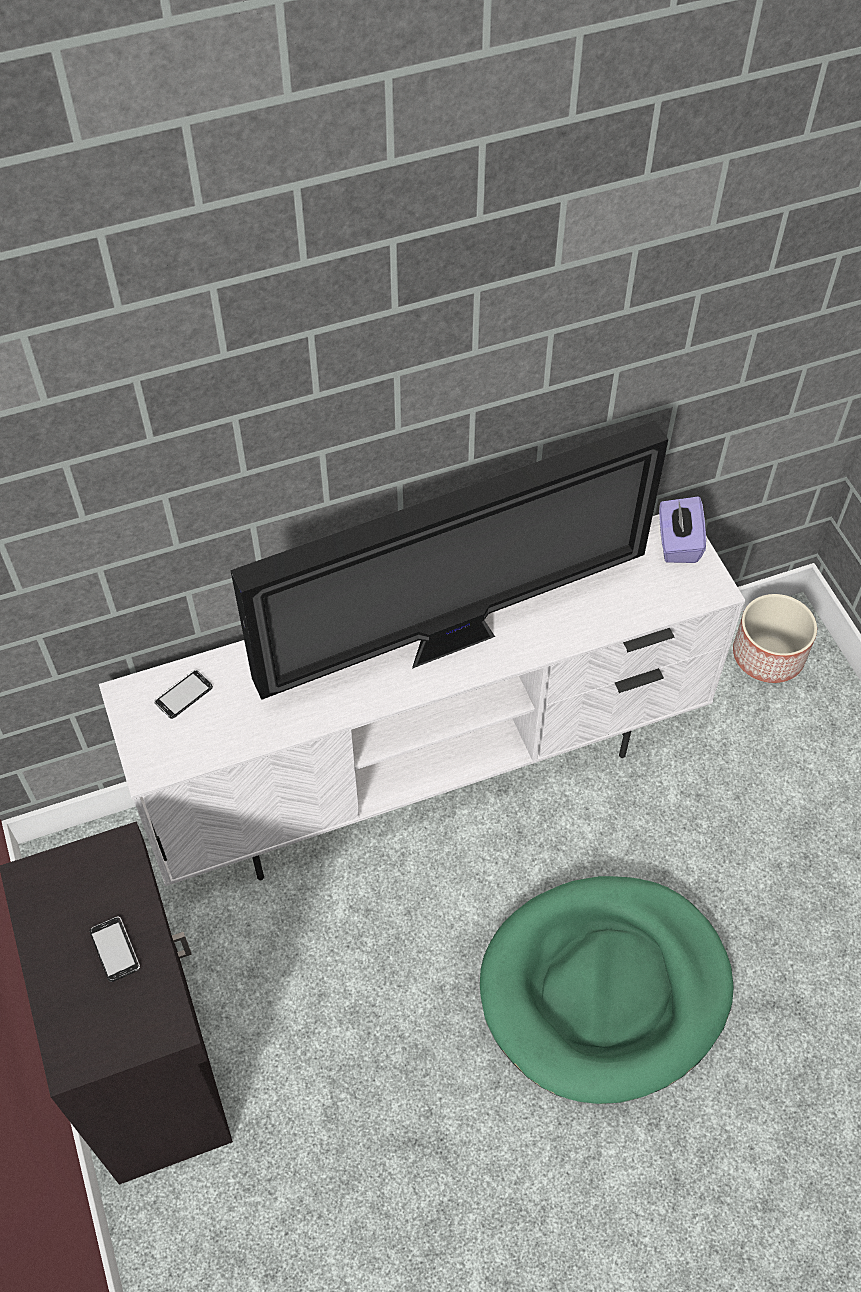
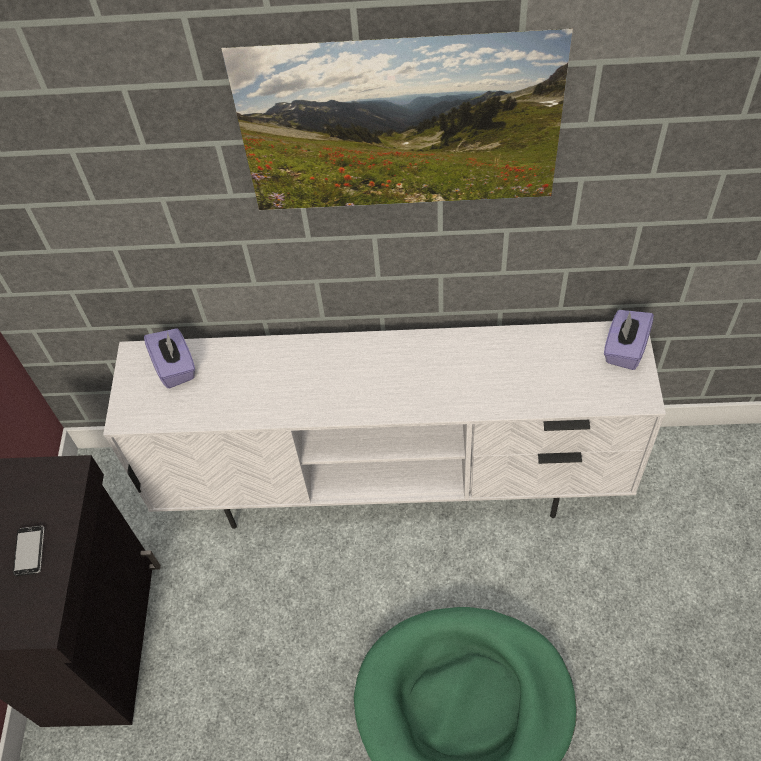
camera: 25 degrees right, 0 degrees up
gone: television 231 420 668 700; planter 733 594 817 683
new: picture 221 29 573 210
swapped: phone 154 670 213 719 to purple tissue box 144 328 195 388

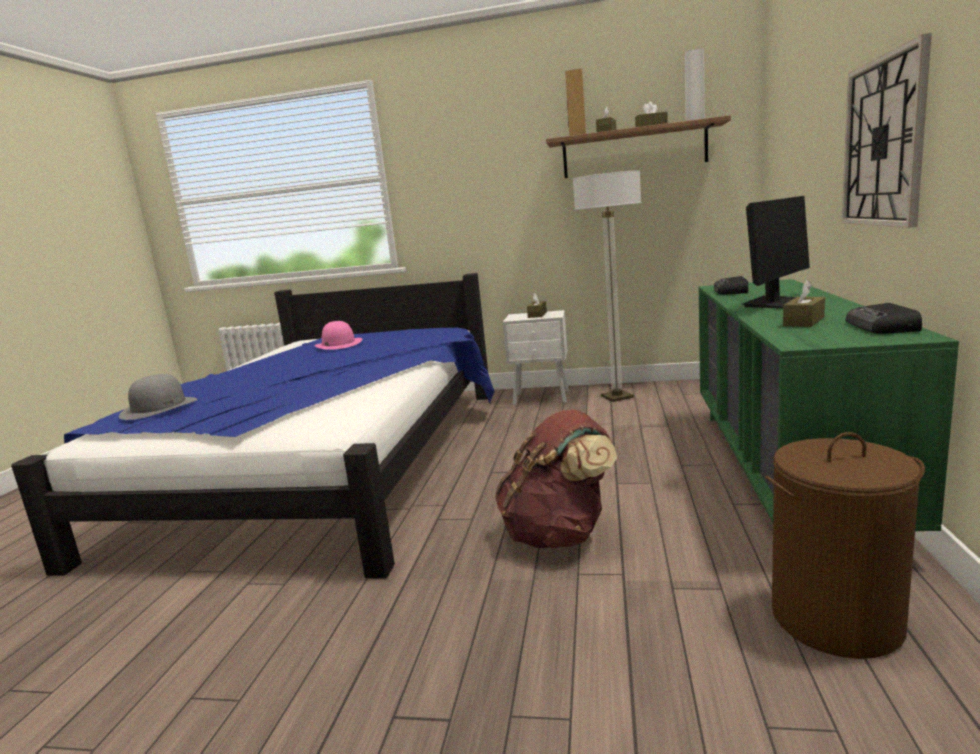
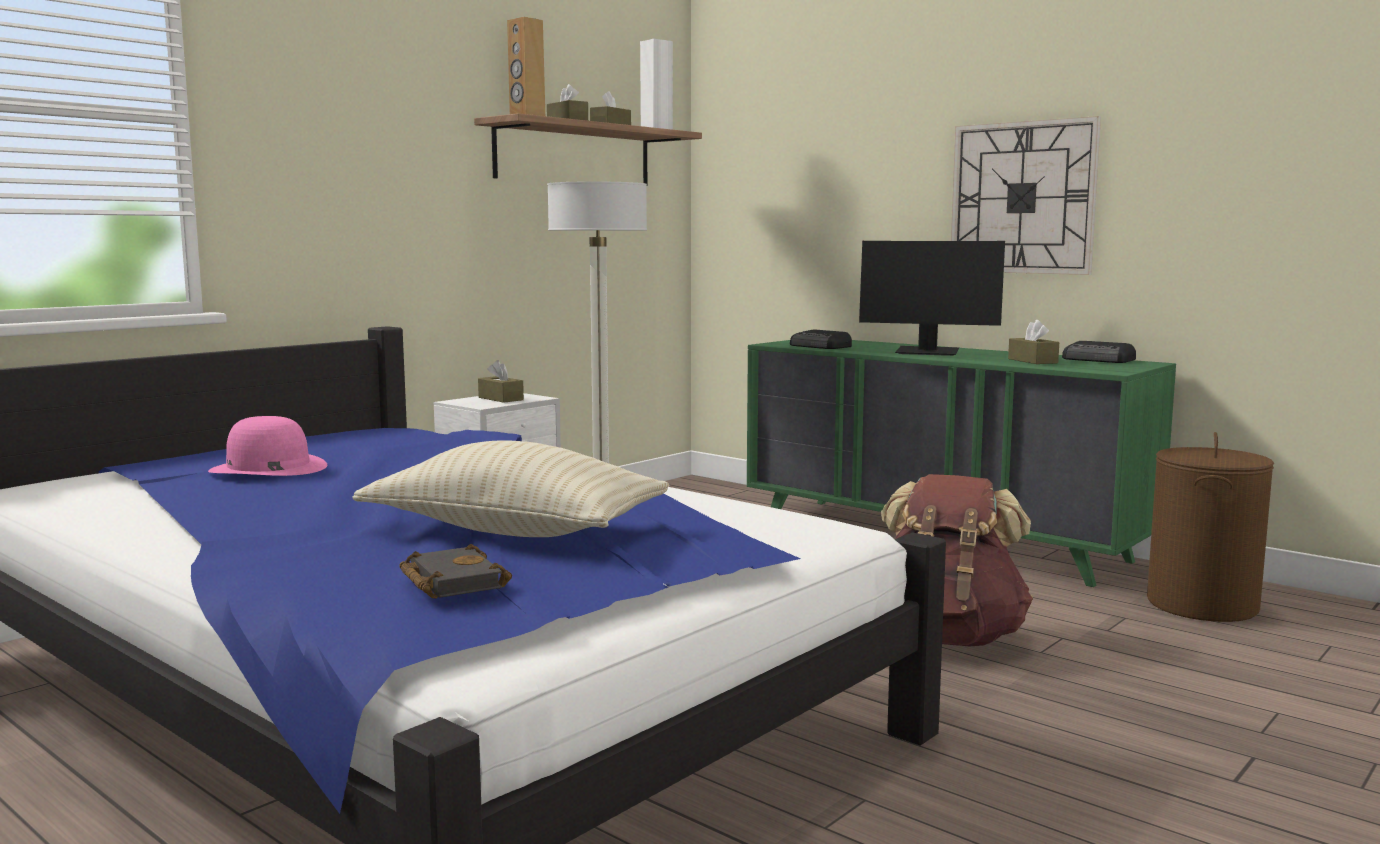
camera: 60 degrees left, 5 degrees down
new: beige pillow 353 440 669 537
swapped: grey hat 119 374 197 420 to black book 399 544 512 599
rotated: monitor 742 196 810 308 = 859 241 1005 356 120 degrees clockwise

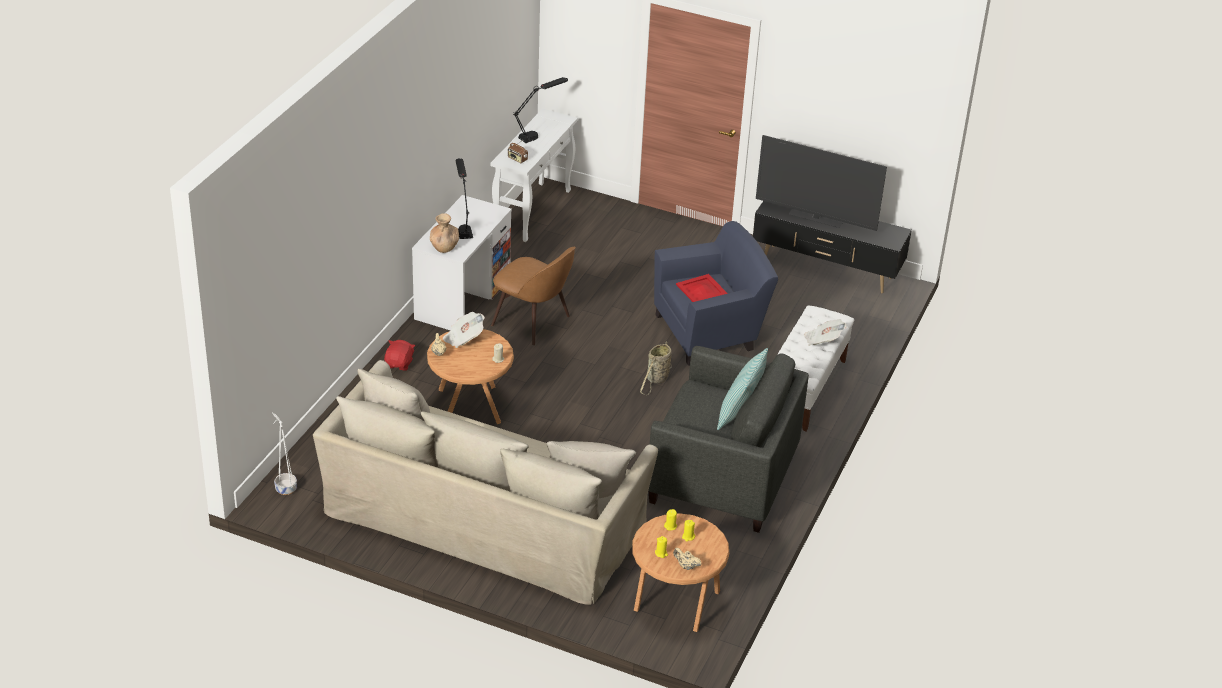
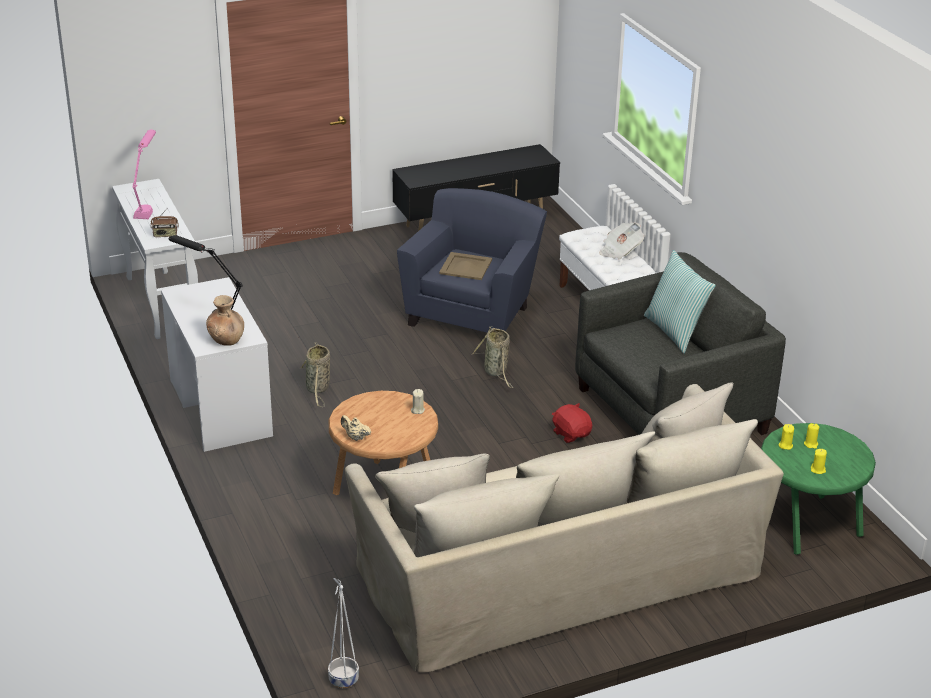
camera: 45 degrees left, 5 degrees down
gone: newspaper 443 312 485 348; beige teapot 673 548 702 570; television 756 135 887 231
shifted: red plush toy 384 340 415 371 to 552 403 592 443
swapped: brown chair 491 246 576 345 to basket 299 343 330 407
repainted: black table lamp 513 77 568 143 to pink table lamp 133 130 156 219; red tray 676 274 728 302 to beige tray 439 252 492 280; brown side table 632 513 729 632 to green side table 761 423 876 555

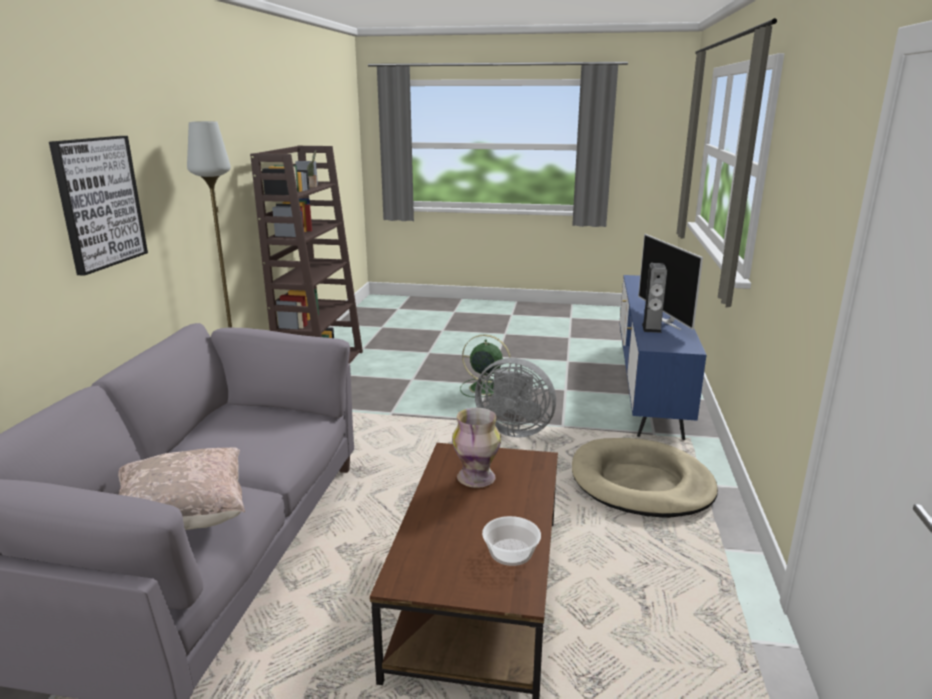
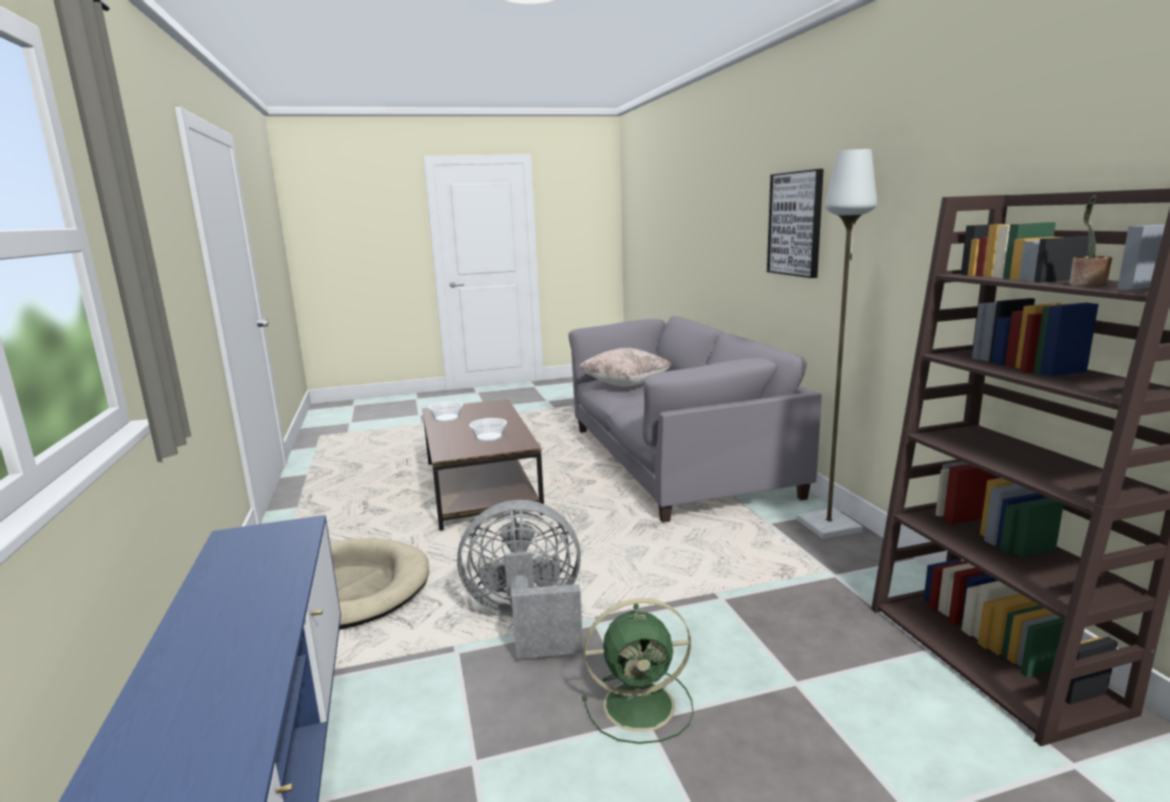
camera: 155 degrees right, 5 degrees down
gone: television 638 234 703 330; speaker 642 263 667 333
swapped: vase 452 408 501 488 to bowl 469 418 507 441

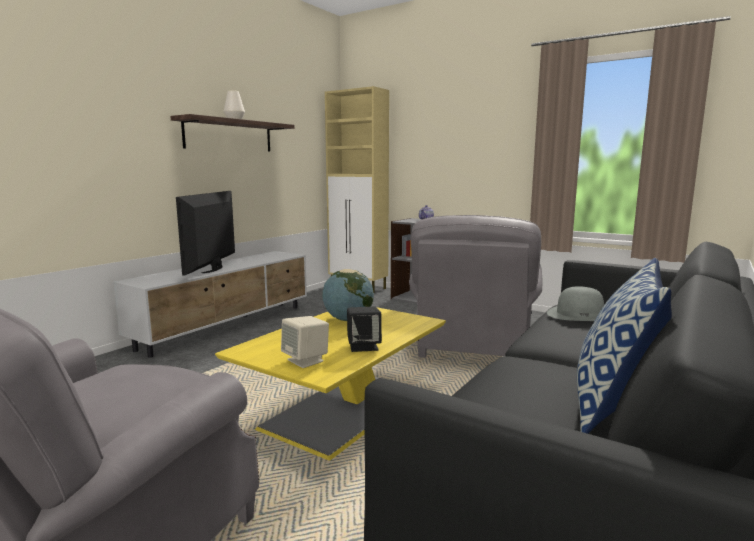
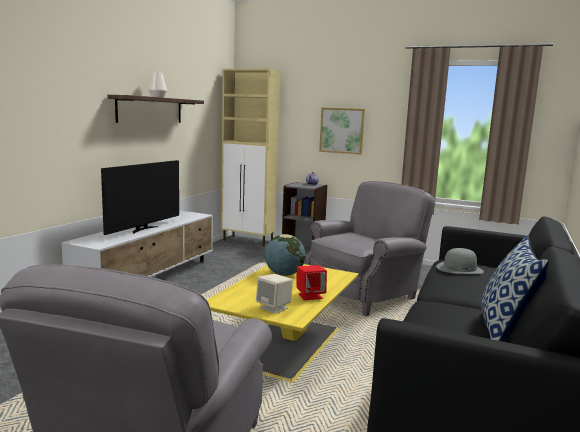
camera: 10 degrees left, 0 degrees up
new: picture 319 108 365 155
repainted: black speaker 347 306 382 352 to red speaker 296 265 327 300
rotated: television 176 191 235 275 = 101 160 179 235 150 degrees counterclockwise; grey armchair 409 215 542 358 = 305 181 435 316 135 degrees counterclockwise

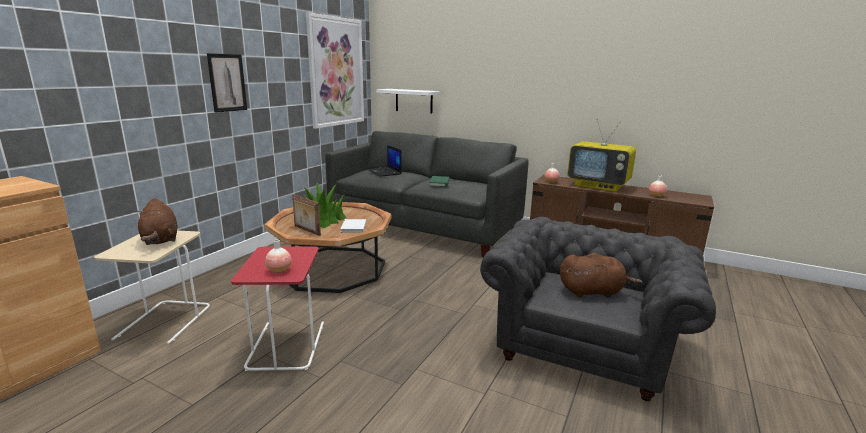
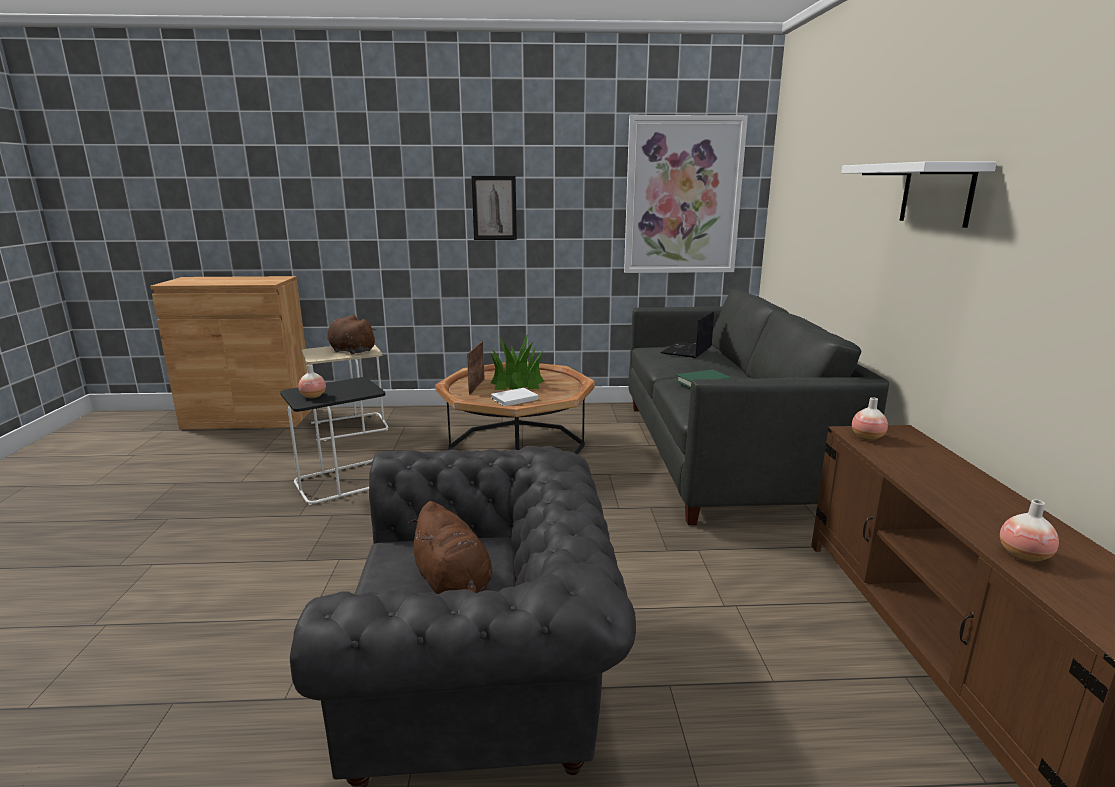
camera: 60 degrees right, 0 degrees up
gone: television 567 119 636 192
shifted: white shelf 376 89 440 114 to 841 161 997 228
repainted: red side table 231 246 324 371 to black side table 280 377 385 505
rotated: brown plush toy 136 198 177 245 = 327 315 377 355 90 degrees clockwise

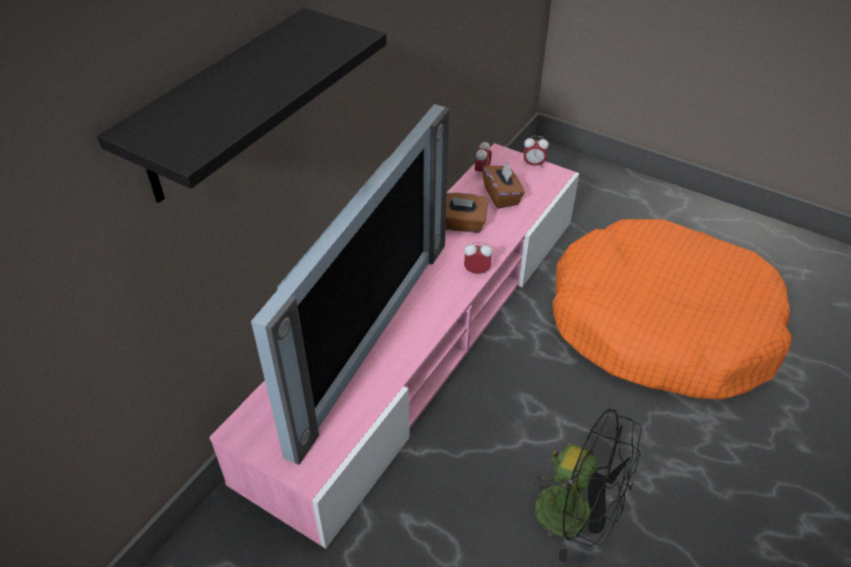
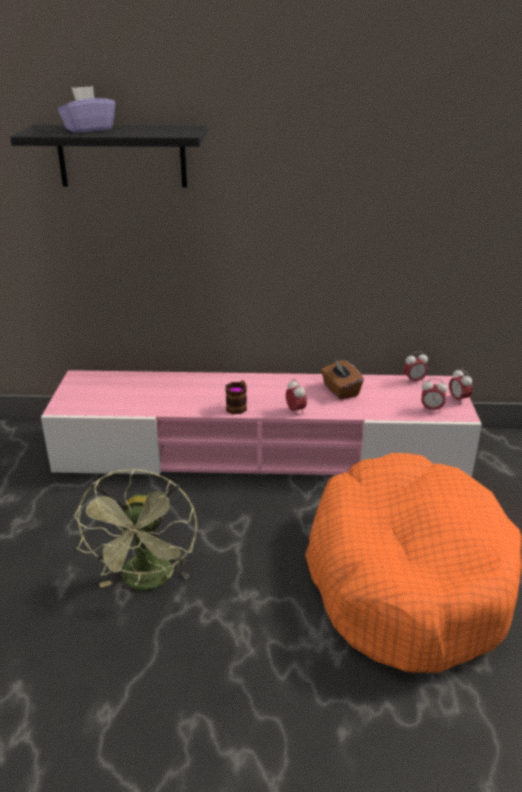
camera: 60 degrees right, 15 degrees down
gone: television 251 104 449 465; brown tissue box 482 161 525 209
new: purple tissue box 58 86 115 133; mug 226 380 247 414; alarm clock 421 378 448 413
repainted: black fan 528 407 642 562 to green fan 74 468 197 590

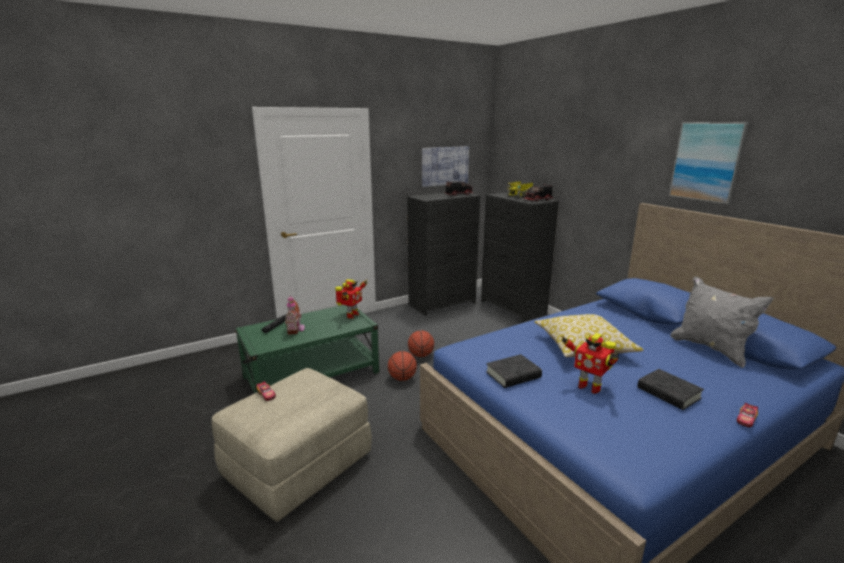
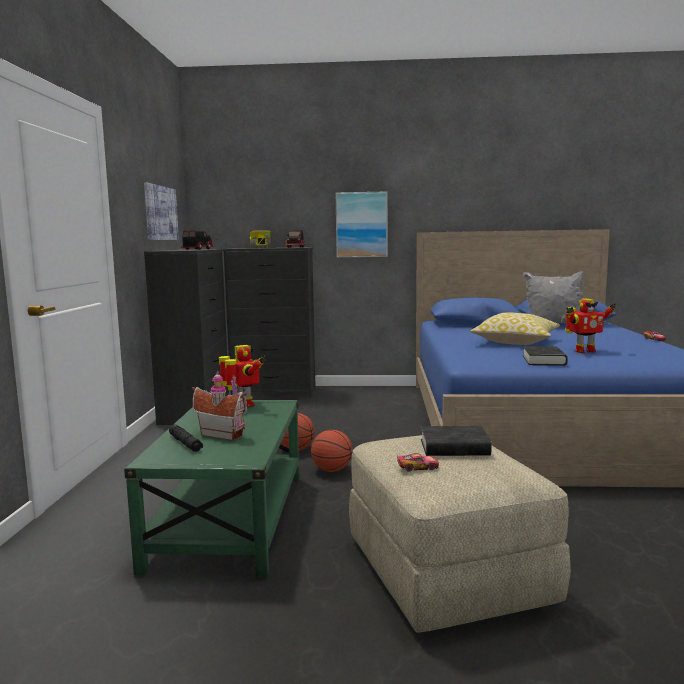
camera: 55 degrees left, 10 degrees down
shifted: picture 669 122 749 204 to 336 191 388 257; black book 637 369 704 410 to 421 426 492 456

